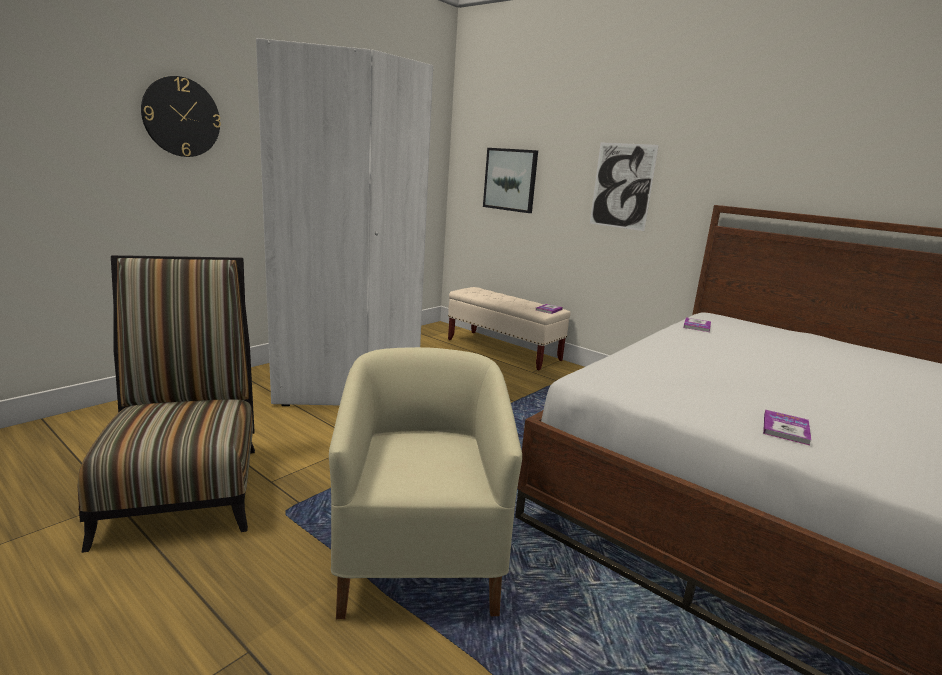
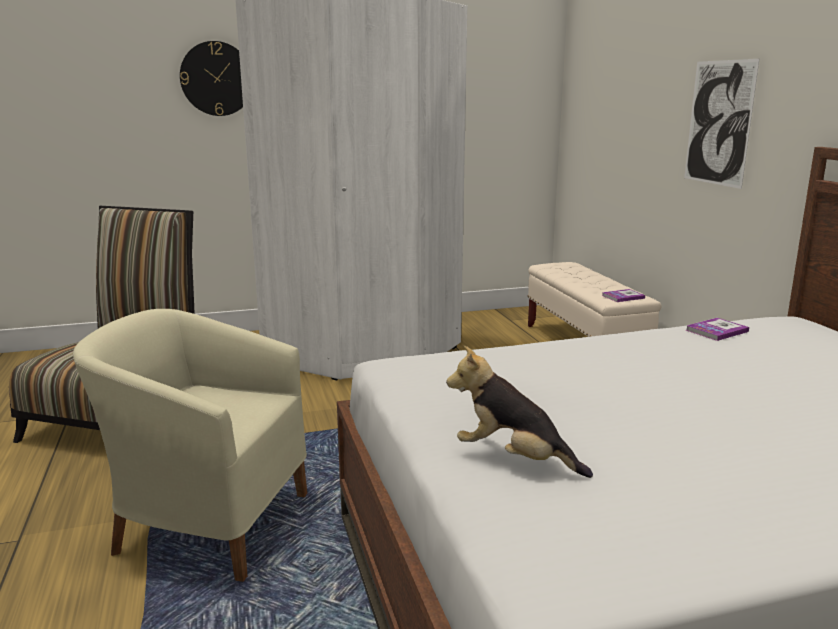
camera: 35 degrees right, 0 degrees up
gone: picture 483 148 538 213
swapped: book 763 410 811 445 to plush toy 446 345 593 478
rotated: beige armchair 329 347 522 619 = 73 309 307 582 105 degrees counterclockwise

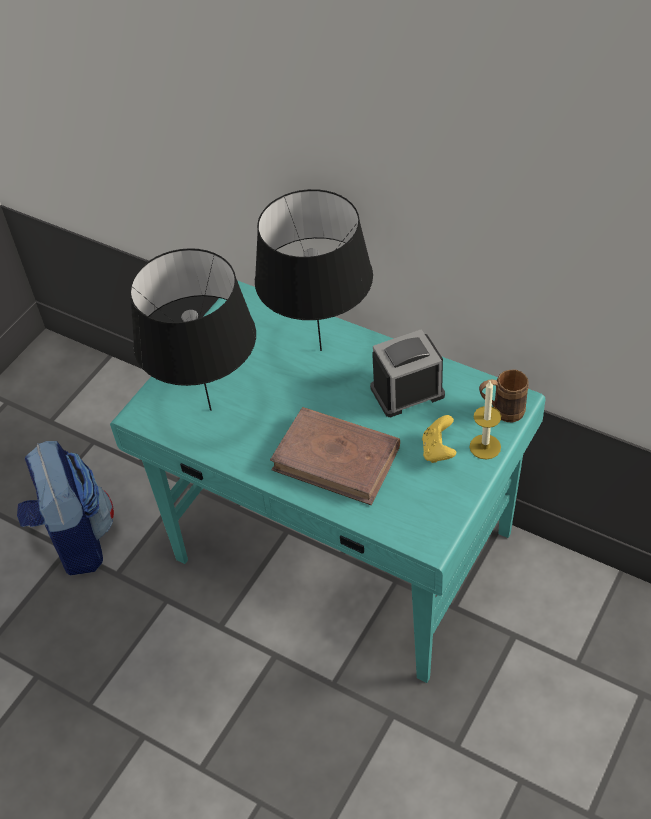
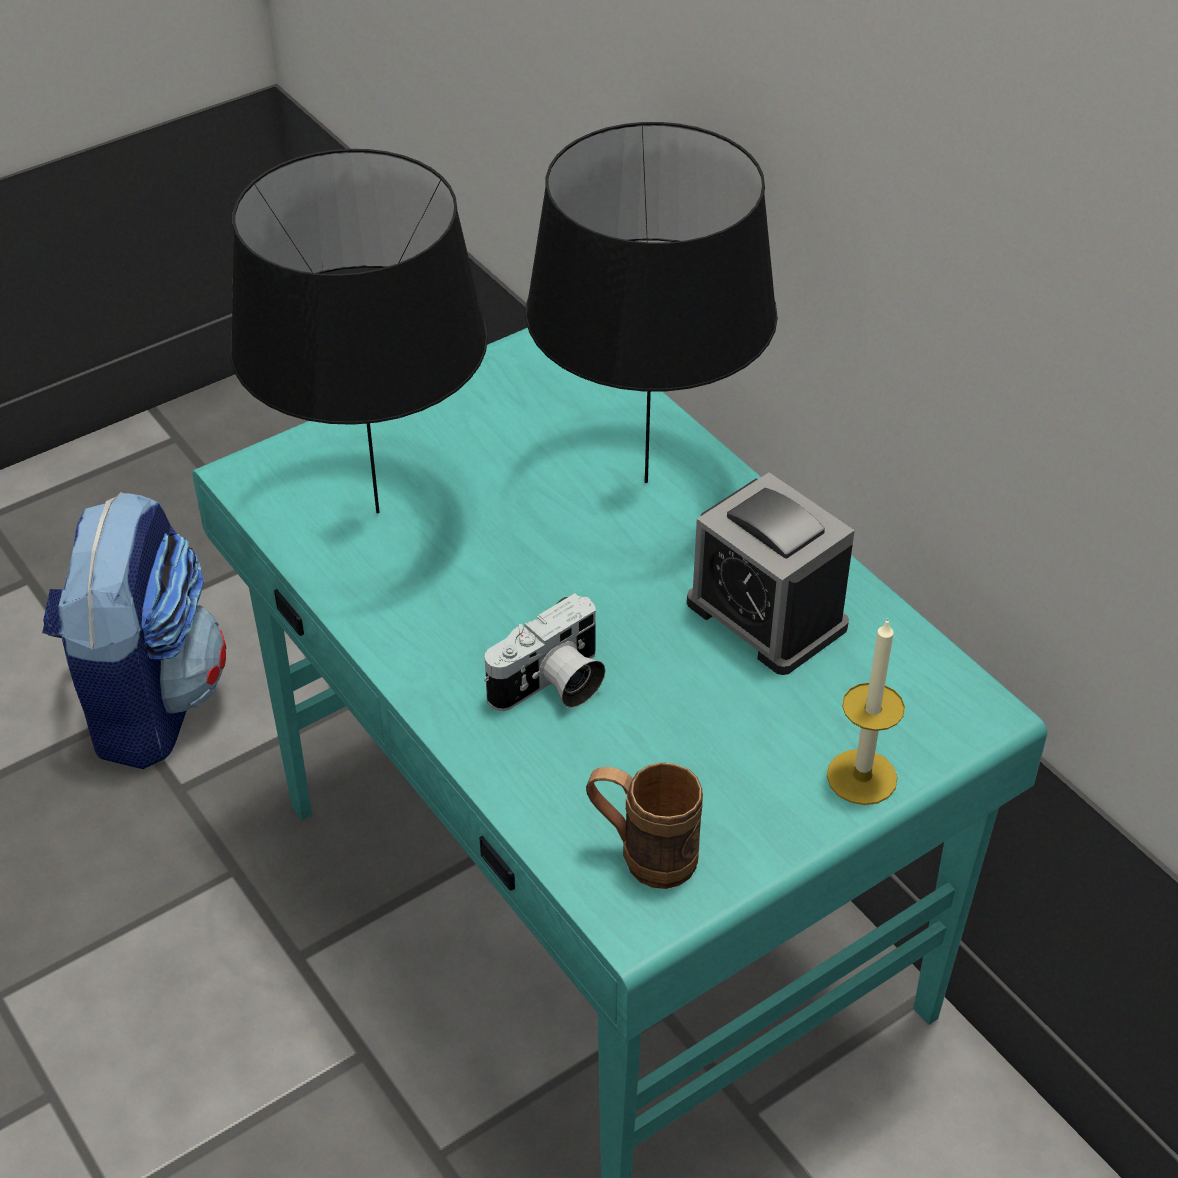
camera: 20 degrees right, 5 degrees down
gone: yellow game controller 422 415 456 463
shifted: brown mug 479 370 529 422 to 586 762 703 889
swapped: brown book 270 407 400 505 to photo camera 484 593 606 711
rotated: alarm clock 370 329 445 417 = 687 472 855 675 135 degrees counterclockwise

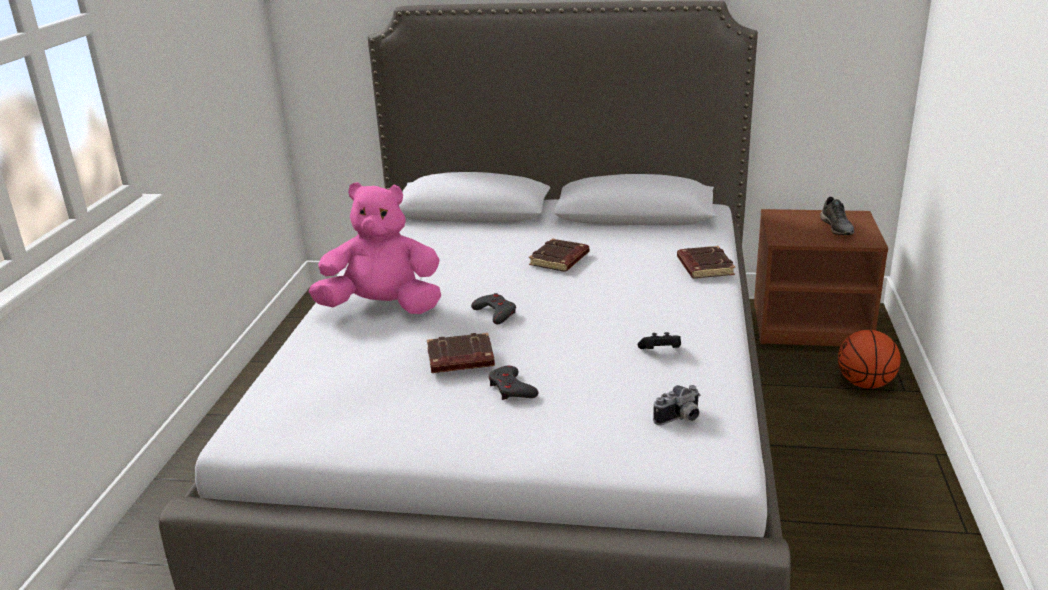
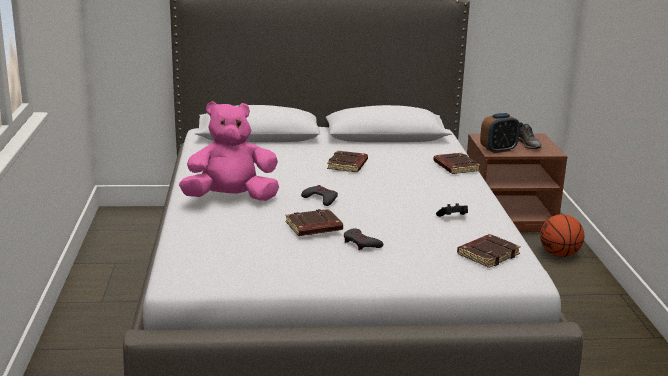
camera: 15 degrees left, 5 degrees down
new: alarm clock 480 113 520 153
swapped: photo camera 653 385 700 425 to brown book 457 234 521 268

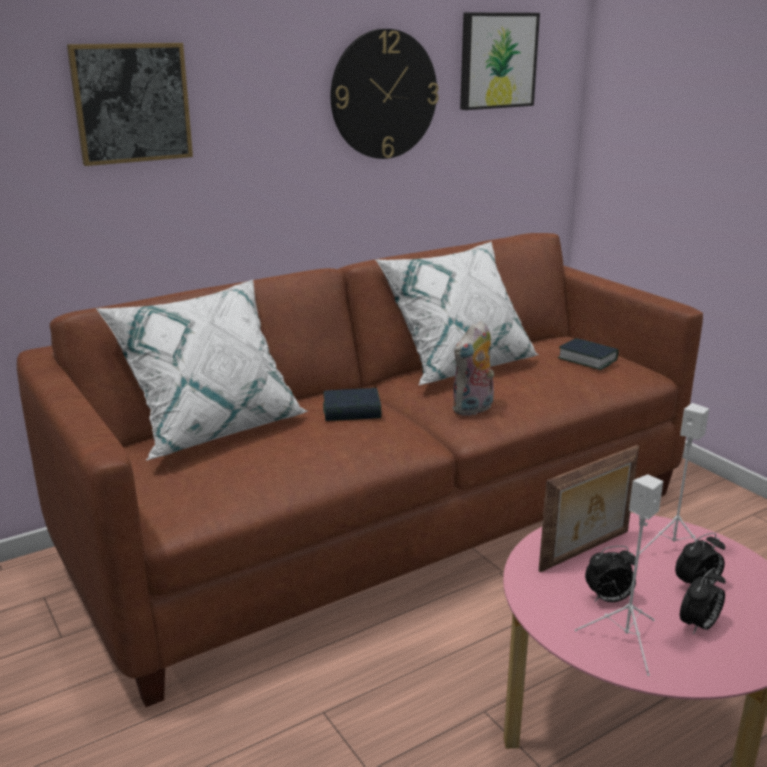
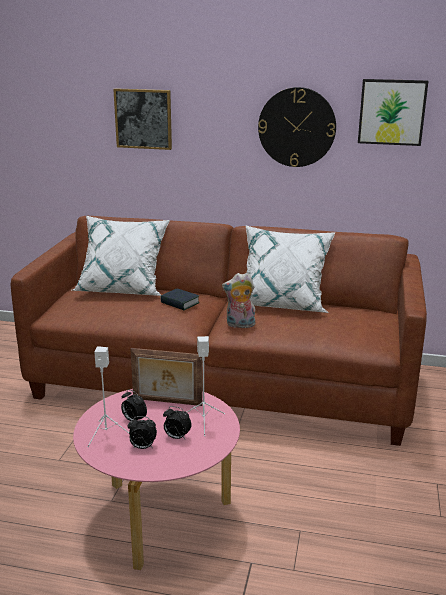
camera: 45 degrees right, 0 degrees up
gone: book 558 338 619 370

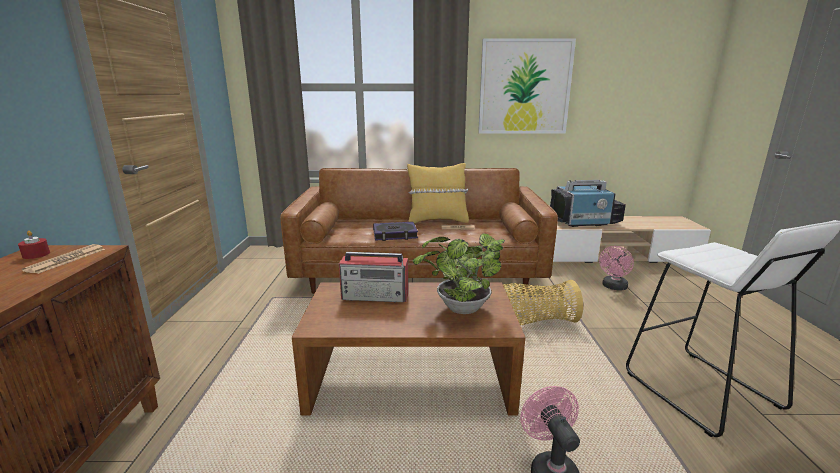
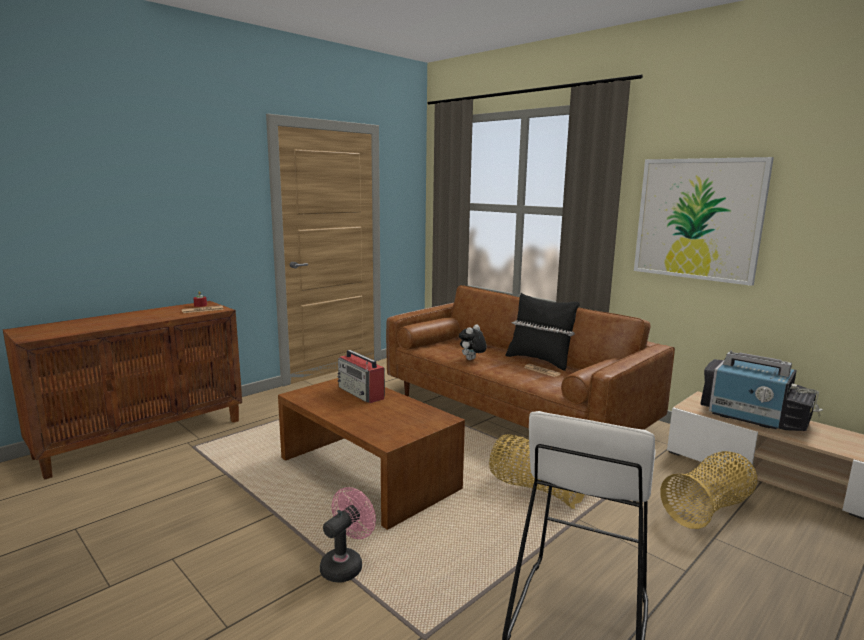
camera: 45 degrees right, 5 degrees down
gone: potted plant 412 233 505 314
swapped: book 373 222 418 241 to plush toy 459 324 487 360; pink fan 599 246 634 291 to basket 660 451 757 529
repainted: yellow pillow 407 163 469 224 to black pillow 505 293 580 371

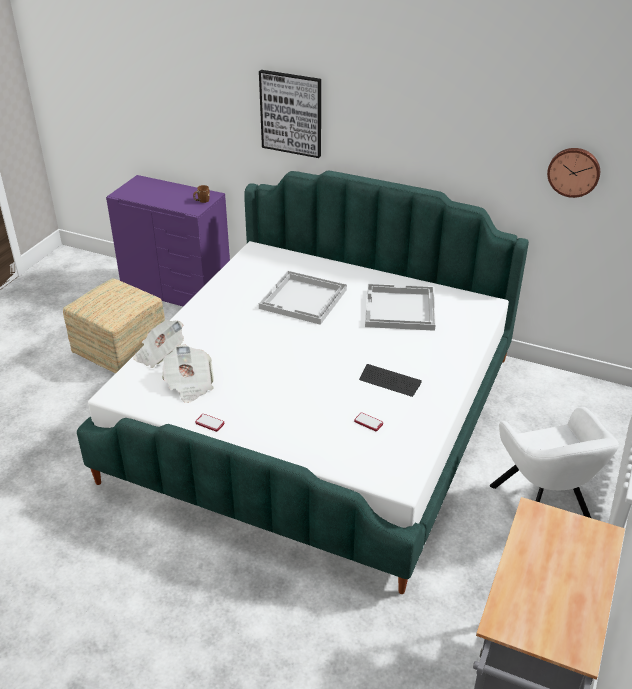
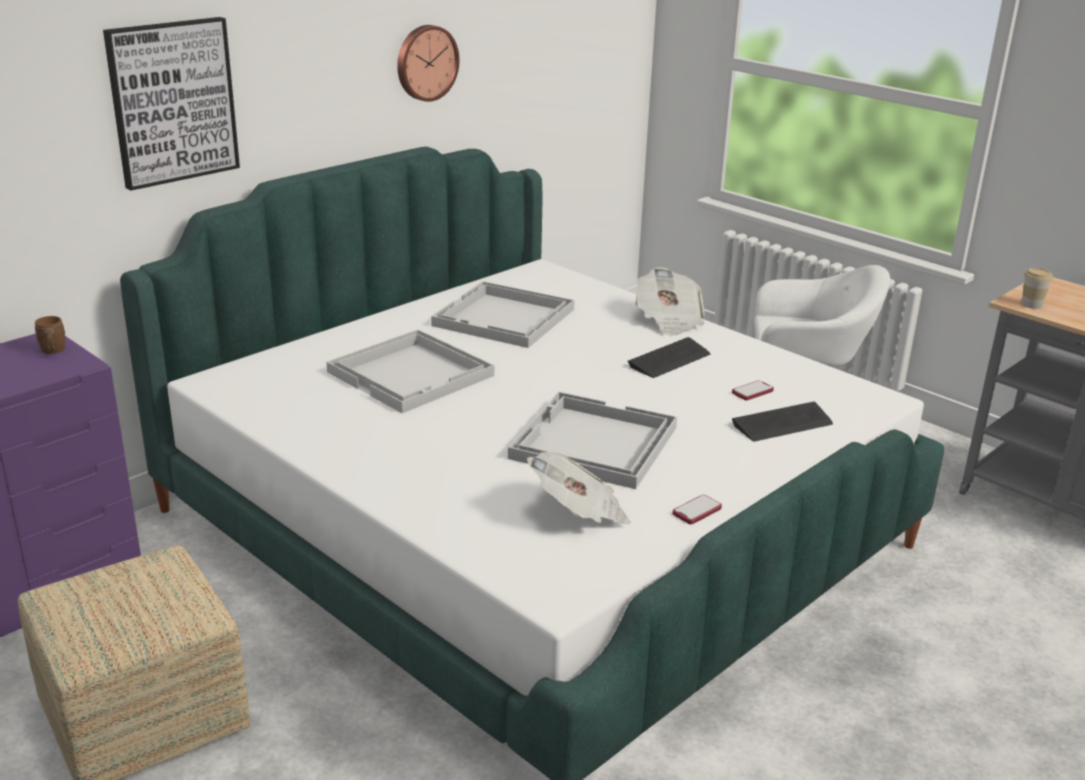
camera: 70 degrees left, 10 degrees down
new: white tray 508 392 677 489; keyboard 732 402 833 441; cup 1021 268 1053 309
shifted: wall clock 547 148 600 198 to 397 25 459 102; newspaper 133 320 184 368 to 635 267 705 336

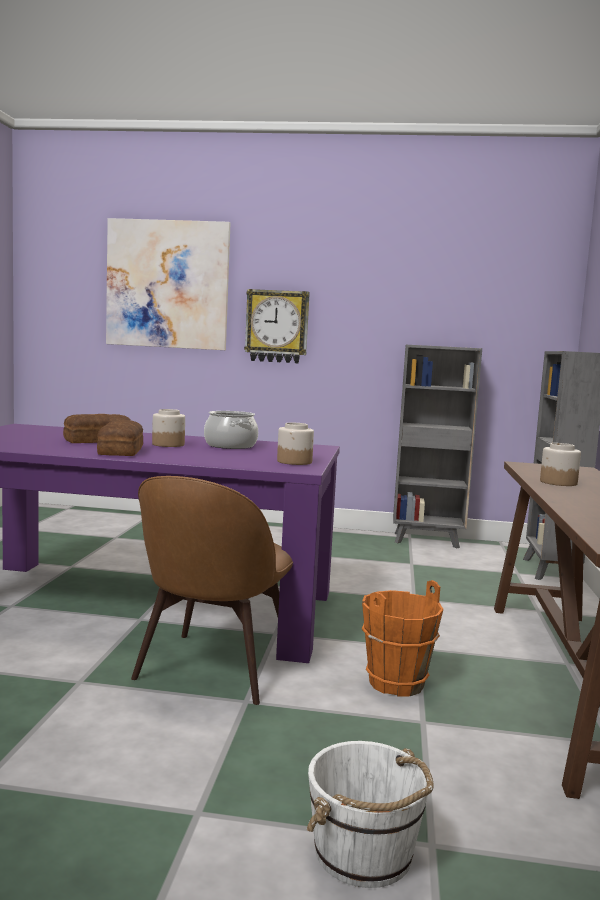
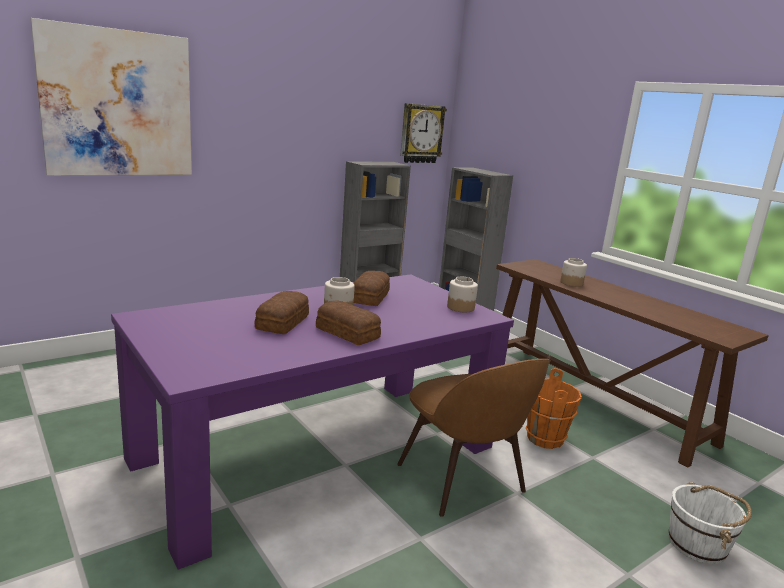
camera: 45 degrees left, 10 degrees up
shifted: wall clock 244 289 310 363 to 400 103 447 163
swapped: cooking pot 204 411 258 449 to bread 354 271 390 306

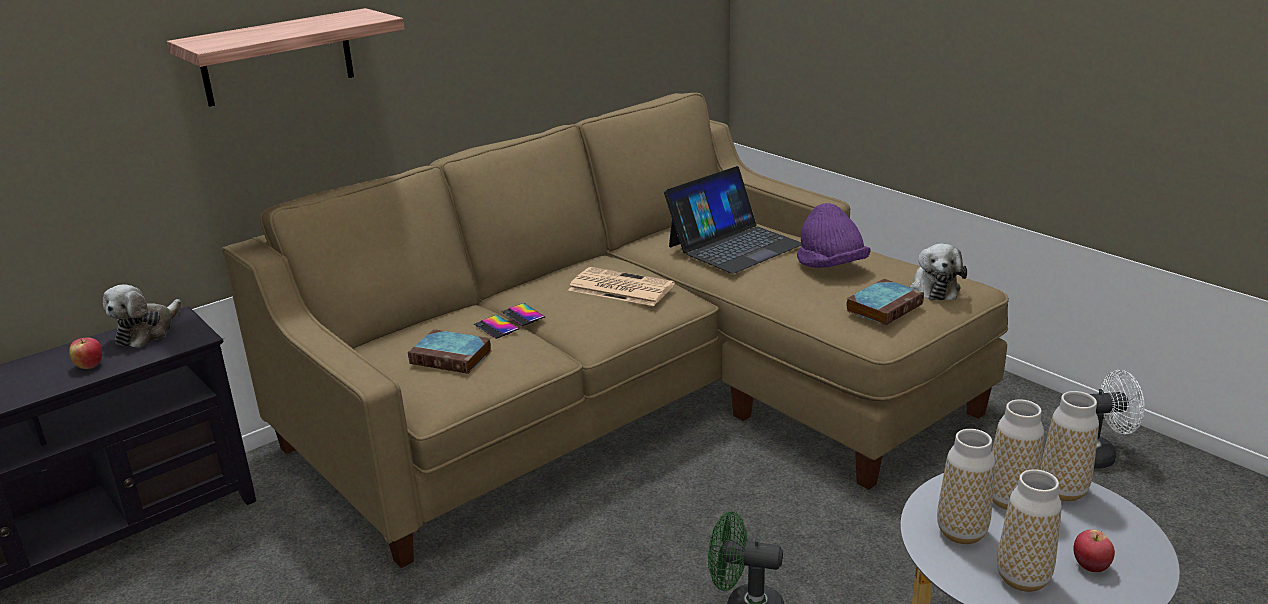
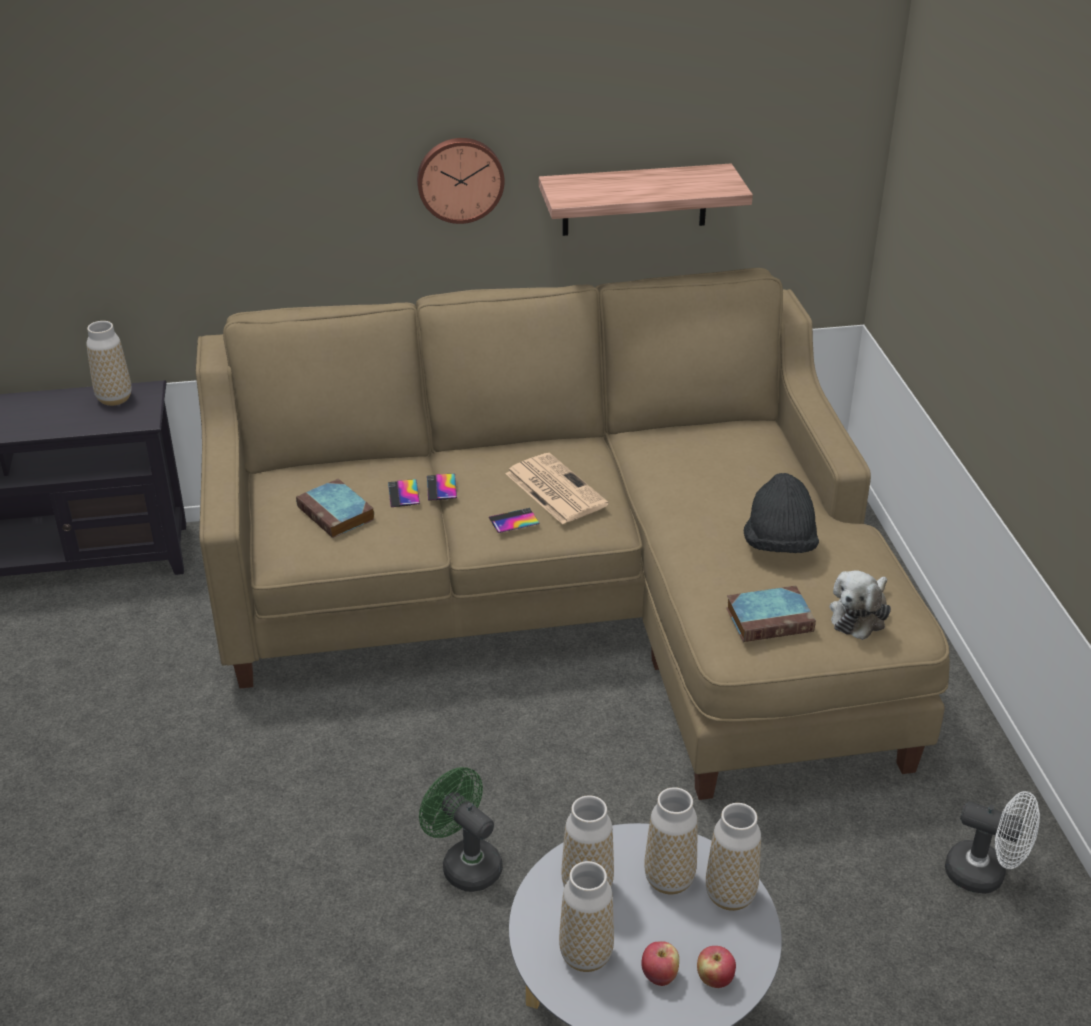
camera: 30 degrees right, 10 degrees up
gone: laptop 664 166 802 274
new: wall clock 417 138 505 224; phone 489 508 540 533
shifted: shelf 167 8 405 107 to 539 164 753 236; apple 69 337 102 369 to 697 946 736 988
swapped: plush toy 103 284 182 348 to vase 86 321 132 406
repainted: purple hat 797 203 871 268 to black hat 744 473 819 553

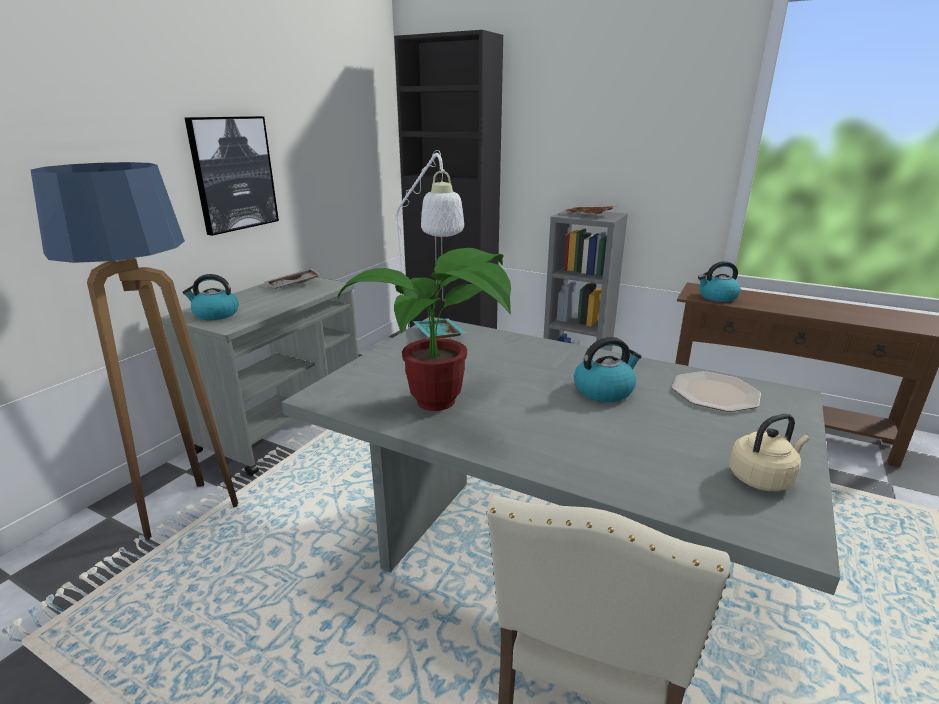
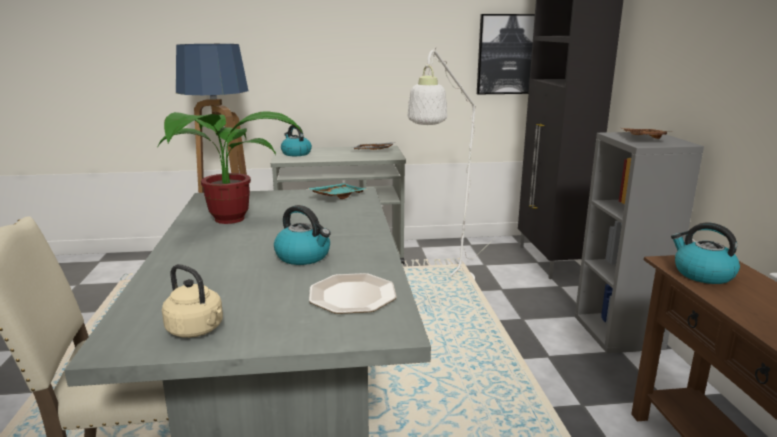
camera: 55 degrees right, 5 degrees down
shifted: picture 184 116 279 236 to 477 14 535 94

